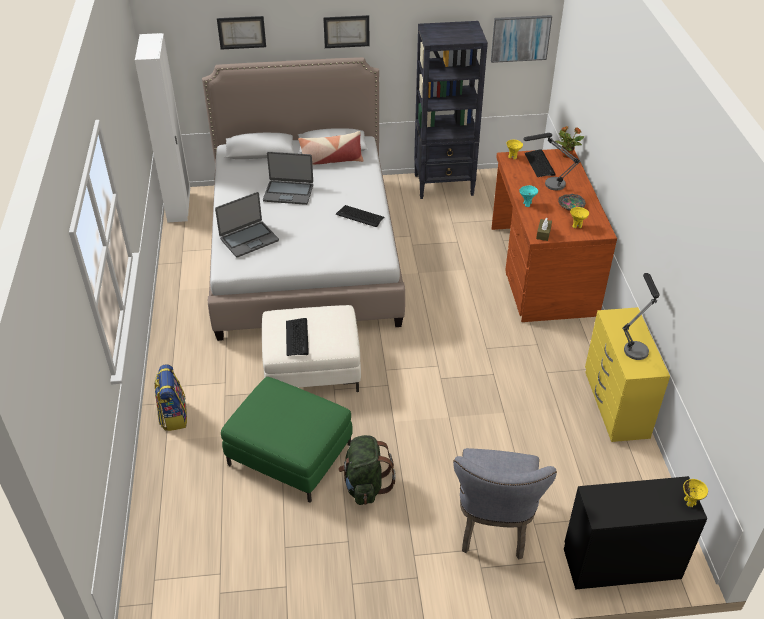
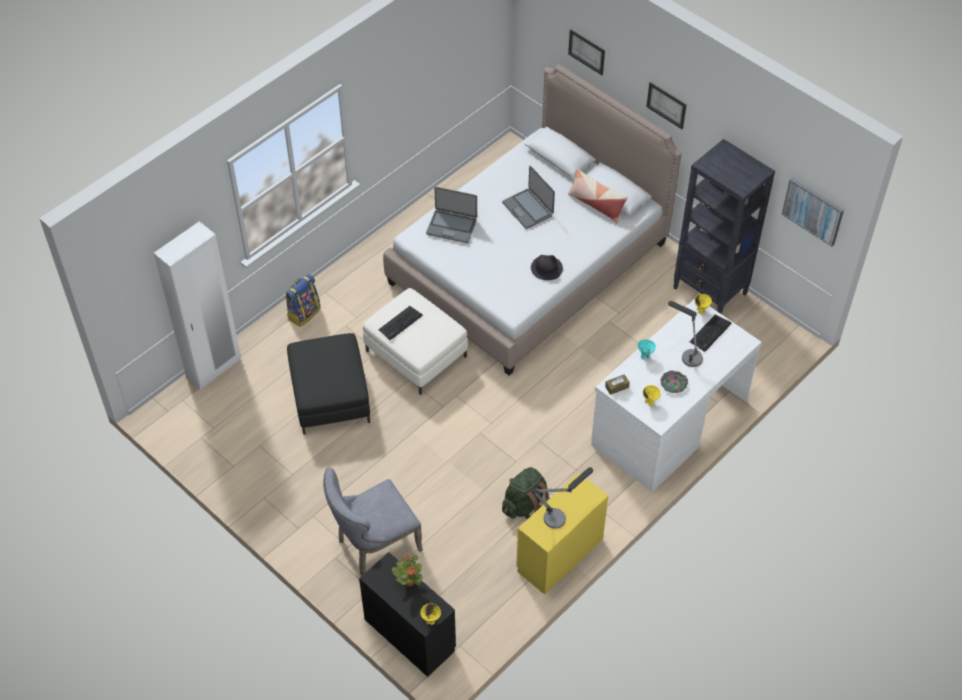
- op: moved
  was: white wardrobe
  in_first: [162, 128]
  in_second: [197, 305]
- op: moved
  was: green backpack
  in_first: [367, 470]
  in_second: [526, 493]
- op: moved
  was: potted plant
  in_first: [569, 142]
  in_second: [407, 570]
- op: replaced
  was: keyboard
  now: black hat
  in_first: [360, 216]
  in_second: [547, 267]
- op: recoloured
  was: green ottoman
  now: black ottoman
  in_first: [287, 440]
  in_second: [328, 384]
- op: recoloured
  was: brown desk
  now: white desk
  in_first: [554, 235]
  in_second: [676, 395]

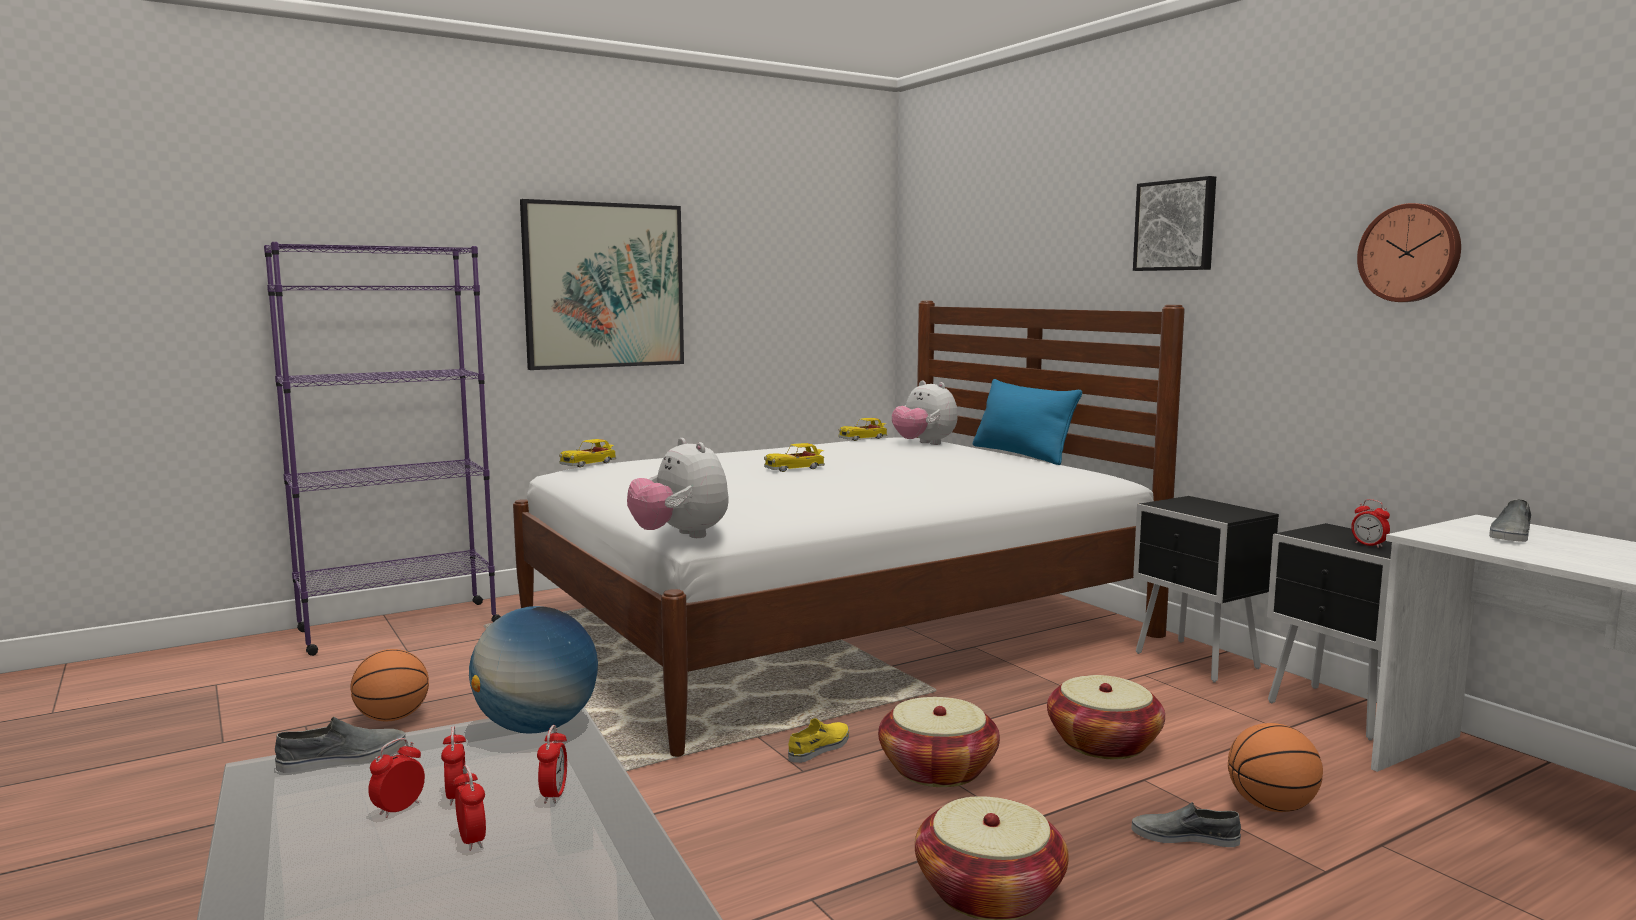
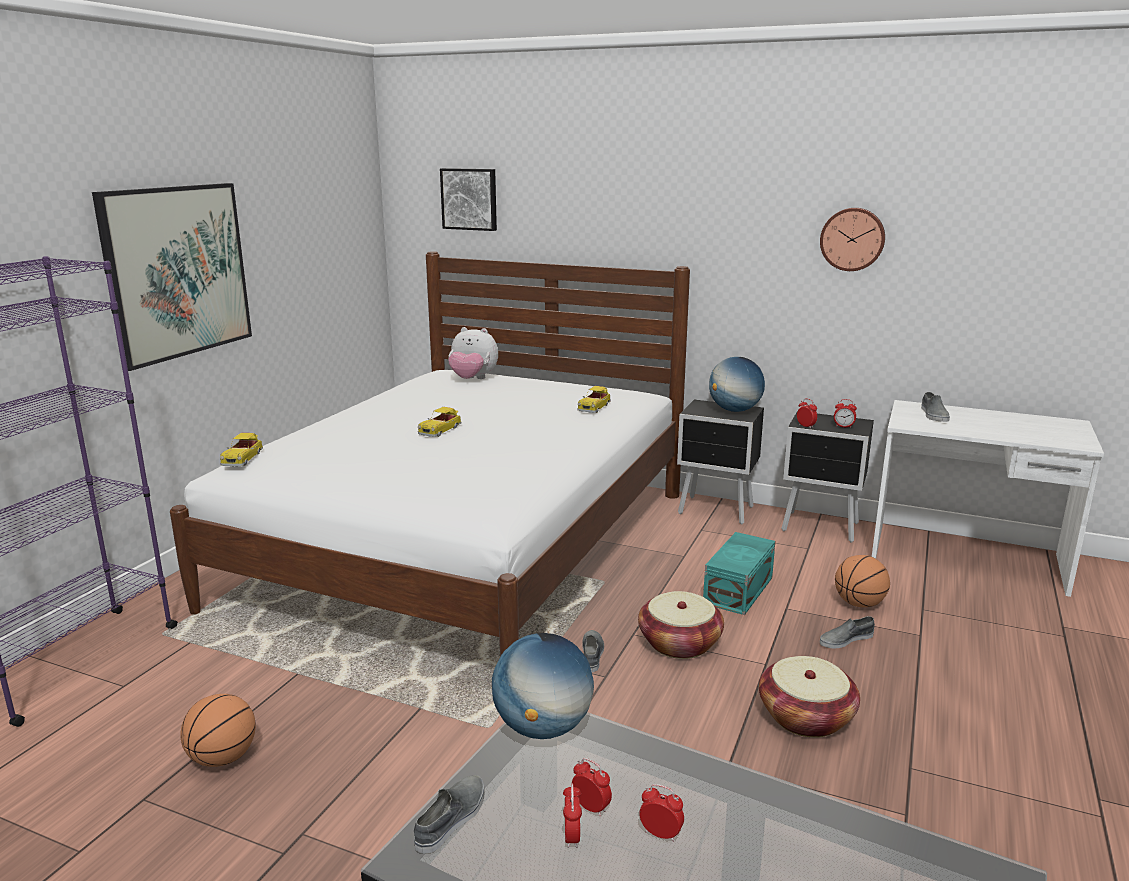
- op: removed
  was: plush toy
  in_first: [677, 488]
- op: removed
  was: blue pillow
  in_first: [1027, 422]
- op: added
  now: globe
  in_second: [737, 384]
- op: moved
  was: alarm clock
  in_first: [552, 764]
  in_second: [807, 413]
- op: moved
  was: toy car
  in_first: [863, 429]
  in_second: [594, 399]
- op: moved
  was: picture
  in_first: [1174, 223]
  in_second: [468, 199]
- op: replaced
  was: basket
  now: turquoise storage box
  in_first: [1106, 717]
  in_second: [739, 573]
- op: recoloured
  was: yellow shoe
  now: grey shoe
  in_first: [818, 740]
  in_second: [593, 651]

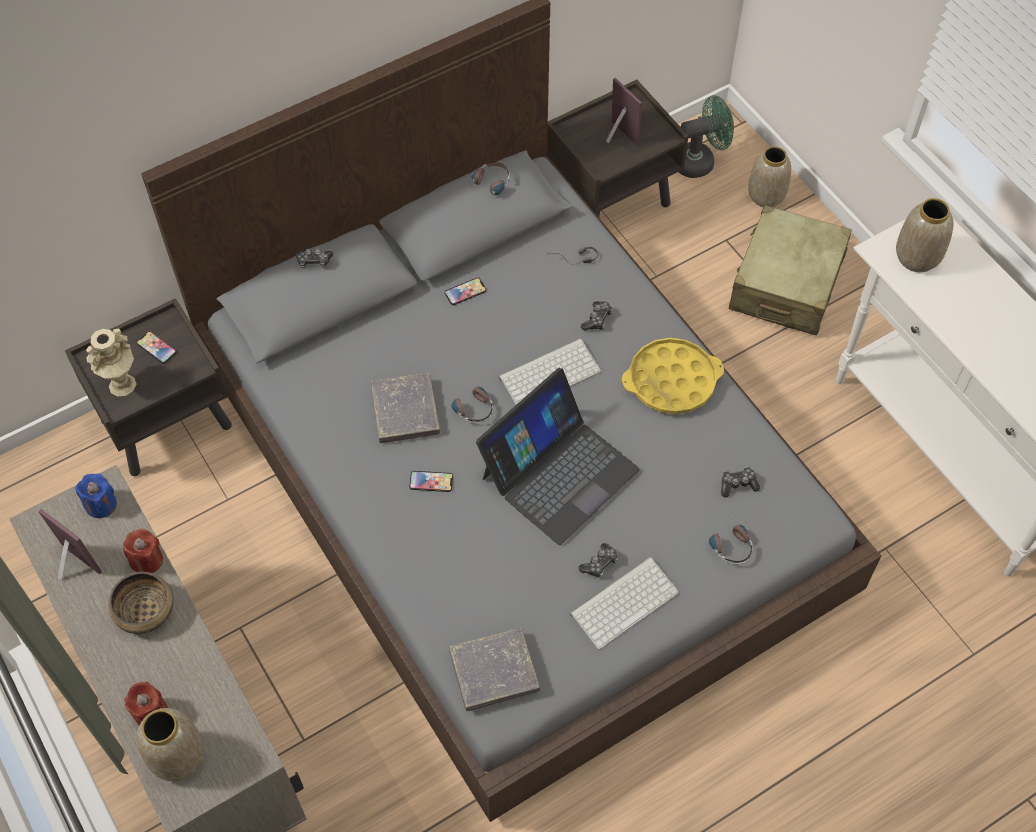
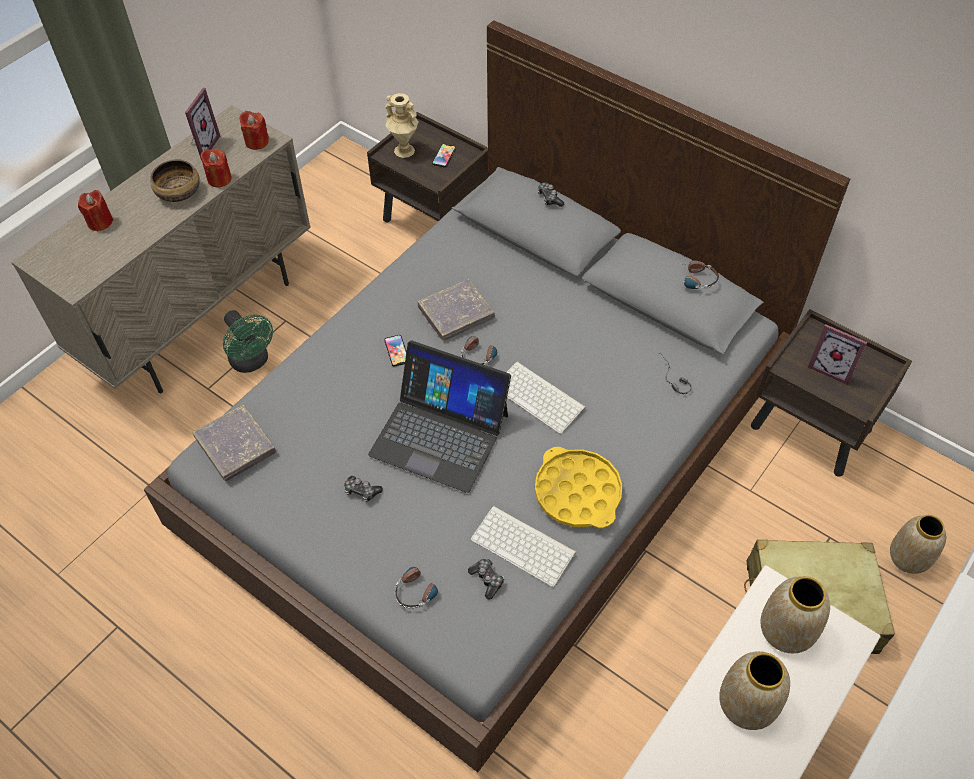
- op: removed
  was: phone
  in_first: [465, 291]
- op: removed
  was: game controller
  in_first: [597, 316]
- op: moved
  was: vase
  in_first: [171, 744]
  in_second: [754, 690]
- op: moved
  was: keyboard
  in_first: [624, 603]
  in_second: [523, 546]
- op: moved
  was: green fan
  in_first: [706, 136]
  in_second: [248, 341]
- op: recoloured
  was: blue candle
  now: red candle
  in_first: [96, 495]
  in_second: [254, 130]
- op: turned
  was: picture frame
  in_first: [624, 112]
  in_second: [838, 354]
  clockwise: 90

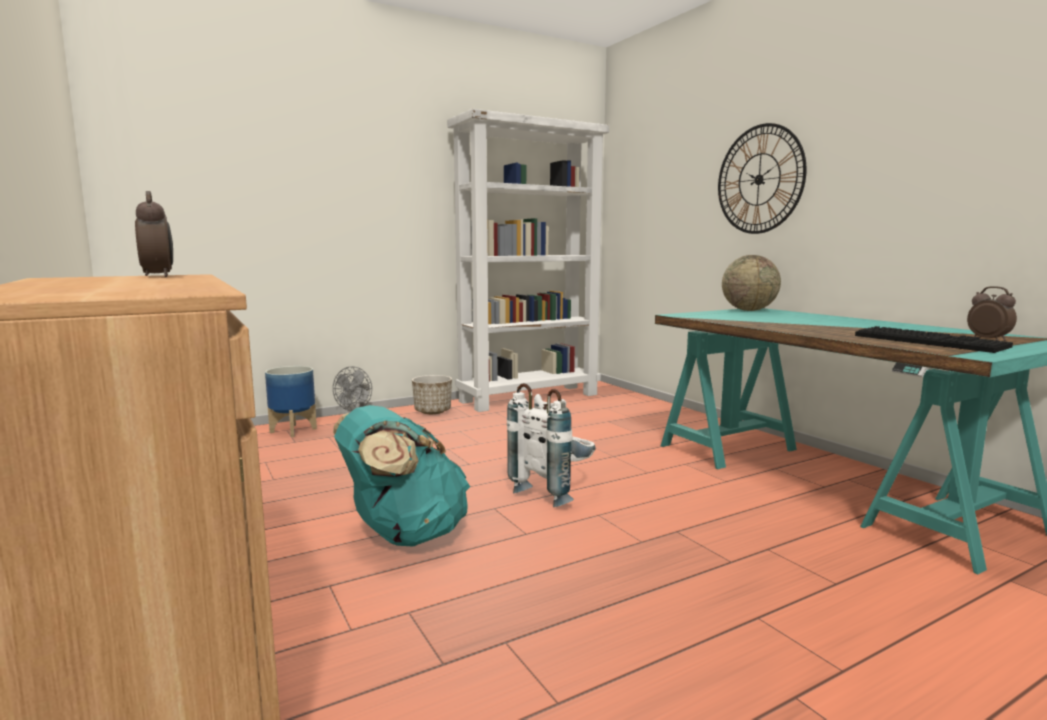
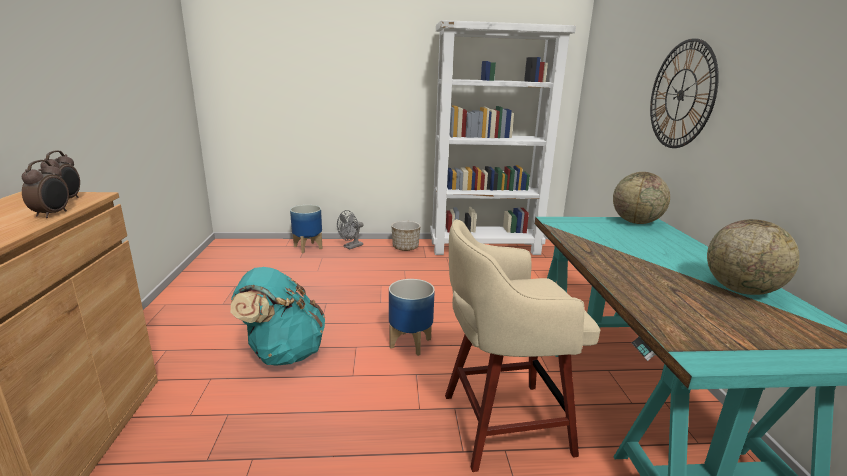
- op: removed
  was: keyboard
  in_first: [934, 339]
- op: added
  now: beige stool
  in_second: [522, 345]
- op: added
  now: globe
  in_second: [753, 257]
- op: moved
  was: alarm clock
  in_first: [992, 313]
  in_second: [45, 189]
- op: replaced
  was: white backpack
  now: planter
  in_first: [551, 445]
  in_second: [412, 317]

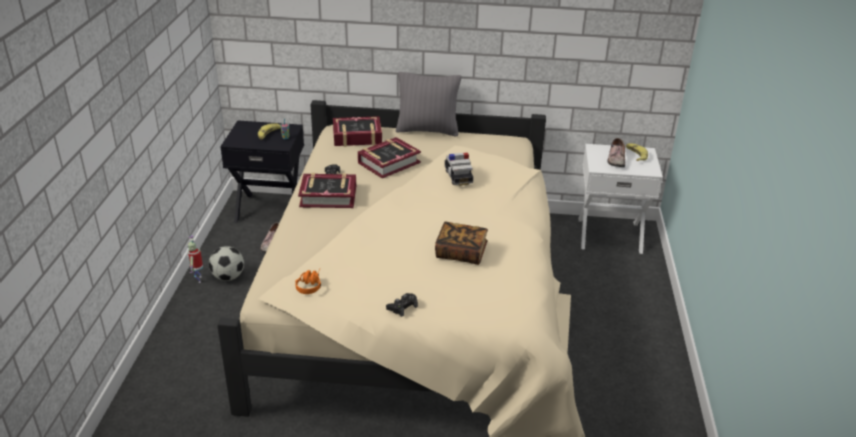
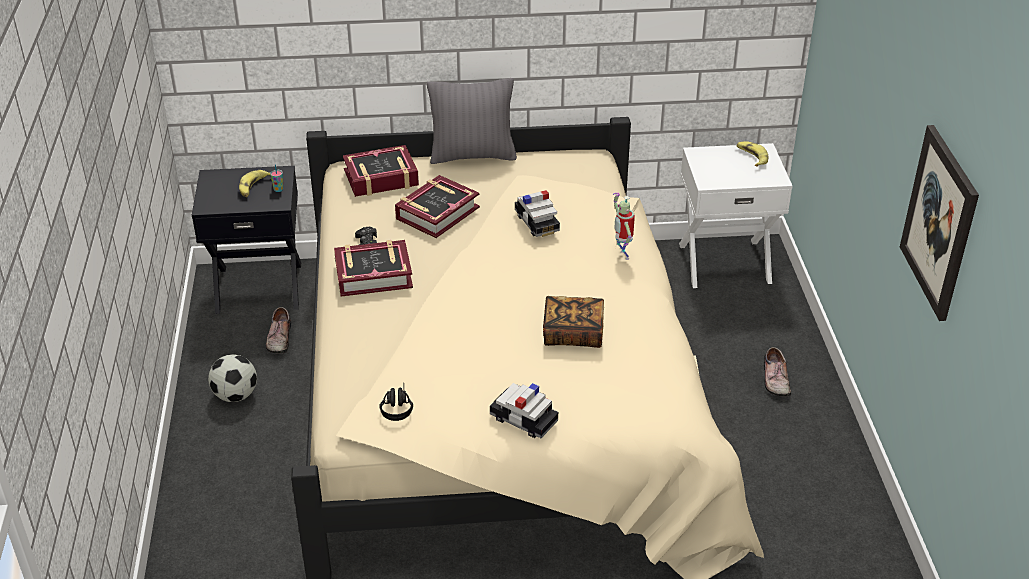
- op: added
  now: picture
  in_second: [939, 223]
- op: moved
  was: toy robot
  in_first: [195, 259]
  in_second: [624, 226]
- op: moved
  was: shoe
  in_first: [616, 152]
  in_second: [777, 371]
- op: replaced
  was: black game controller
  now: toy car
  in_first: [402, 305]
  in_second: [524, 410]
- op: recoloured
  was: orange headphones
  now: black headphones
  in_first: [308, 281]
  in_second: [396, 403]

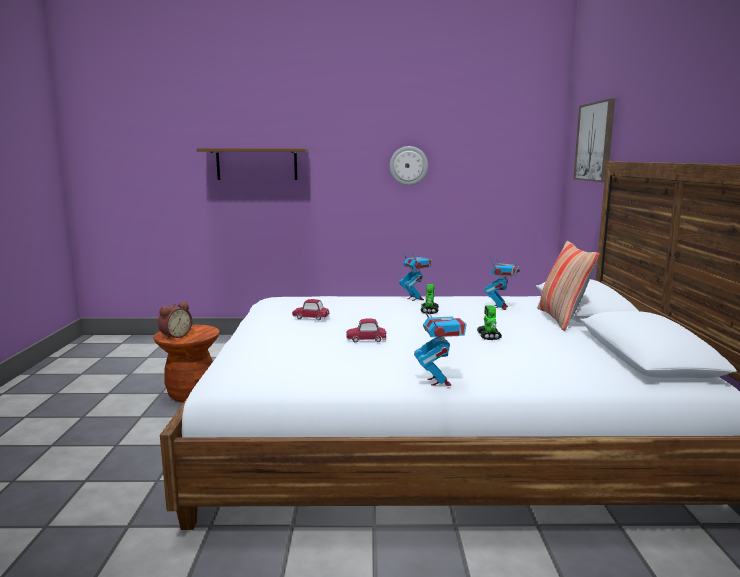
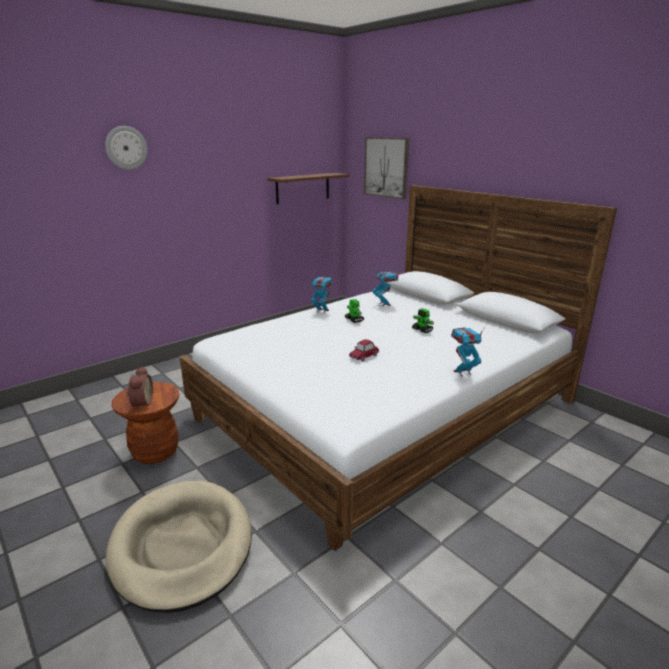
- op: removed
  was: toy car
  in_first: [311, 309]
- op: removed
  was: pillow
  in_first: [568, 286]
- op: added
  now: beige dog bed
  in_second: [179, 547]
- op: moved
  was: brown shelf
  in_first: [252, 164]
  in_second: [308, 188]
- op: moved
  was: wall clock
  in_first: [409, 165]
  in_second: [126, 148]
- op: turned
  was: toy robot
  in_first: [440, 345]
  in_second: [468, 352]
  clockwise: -60

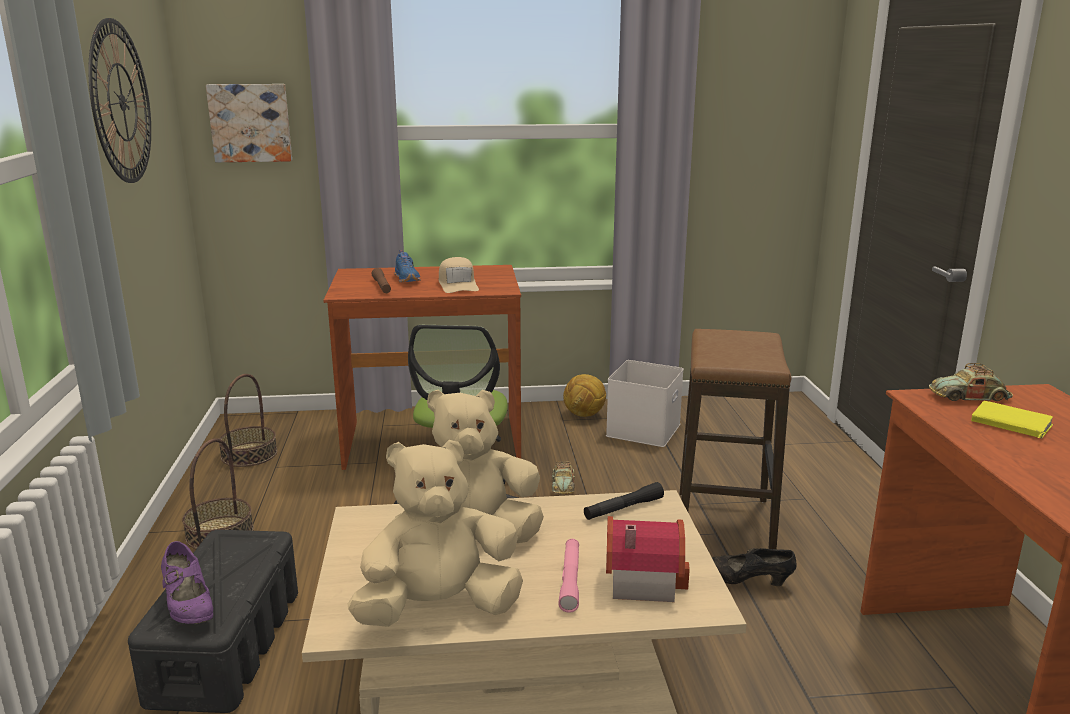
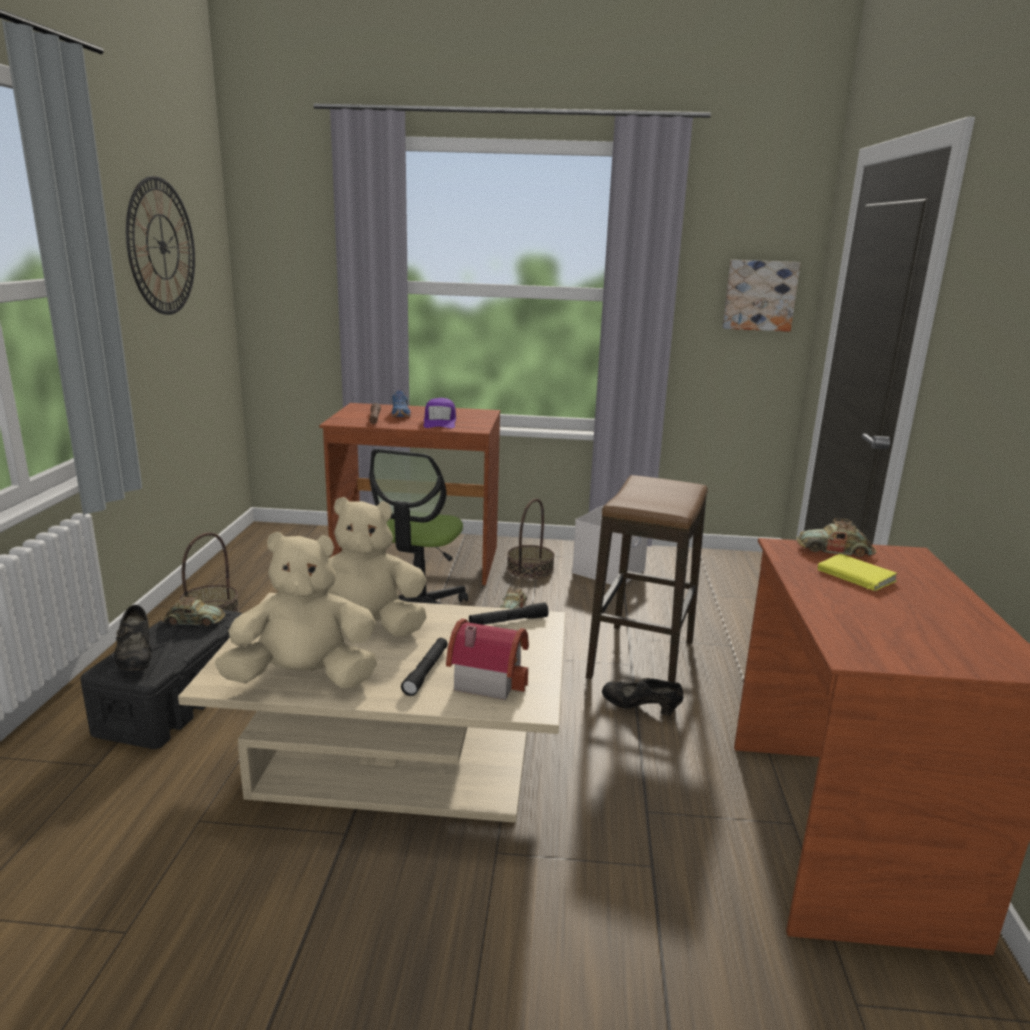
- op: removed
  was: football
  in_first: [584, 395]
- op: added
  now: toy car
  in_second: [193, 610]
- op: moved
  was: picture
  in_first: [249, 123]
  in_second: [762, 296]
- op: moved
  was: basket
  in_first: [247, 420]
  in_second: [531, 539]
- op: recoloured
  was: purple shoe
  now: black shoe
  in_first: [187, 582]
  in_second: [132, 637]
- op: recoloured
  was: beige cap
  now: purple cap
  in_first: [459, 275]
  in_second: [440, 413]
- op: recoloured
  was: pink flashlight
  now: black flashlight
  in_first: [568, 576]
  in_second: [424, 667]

